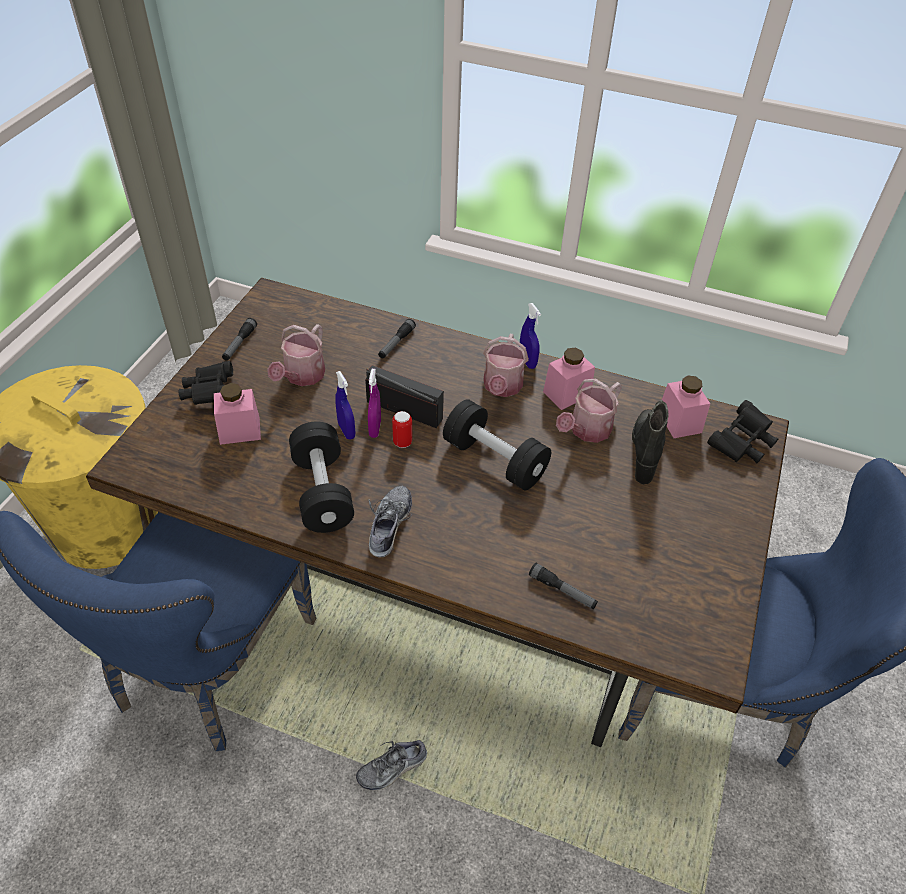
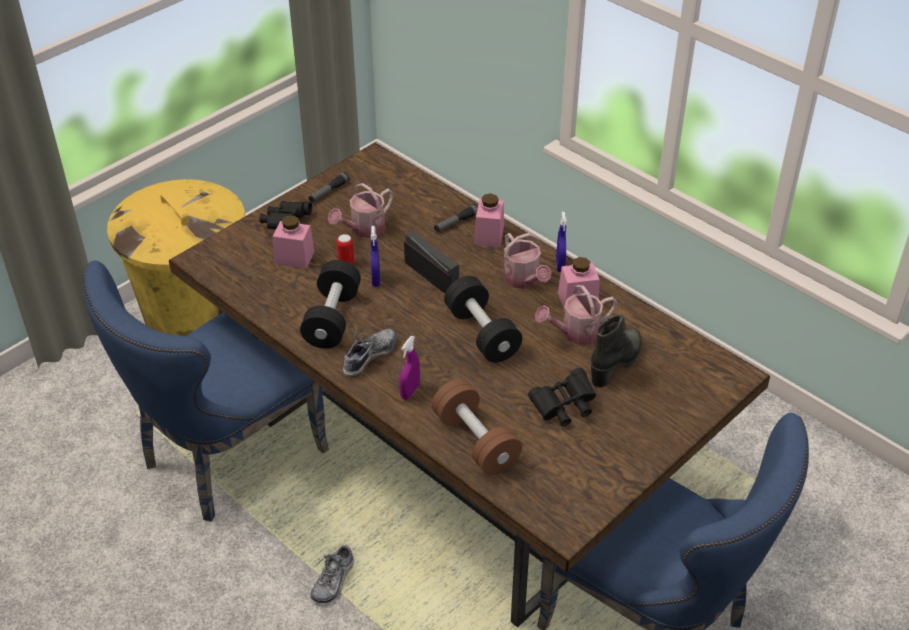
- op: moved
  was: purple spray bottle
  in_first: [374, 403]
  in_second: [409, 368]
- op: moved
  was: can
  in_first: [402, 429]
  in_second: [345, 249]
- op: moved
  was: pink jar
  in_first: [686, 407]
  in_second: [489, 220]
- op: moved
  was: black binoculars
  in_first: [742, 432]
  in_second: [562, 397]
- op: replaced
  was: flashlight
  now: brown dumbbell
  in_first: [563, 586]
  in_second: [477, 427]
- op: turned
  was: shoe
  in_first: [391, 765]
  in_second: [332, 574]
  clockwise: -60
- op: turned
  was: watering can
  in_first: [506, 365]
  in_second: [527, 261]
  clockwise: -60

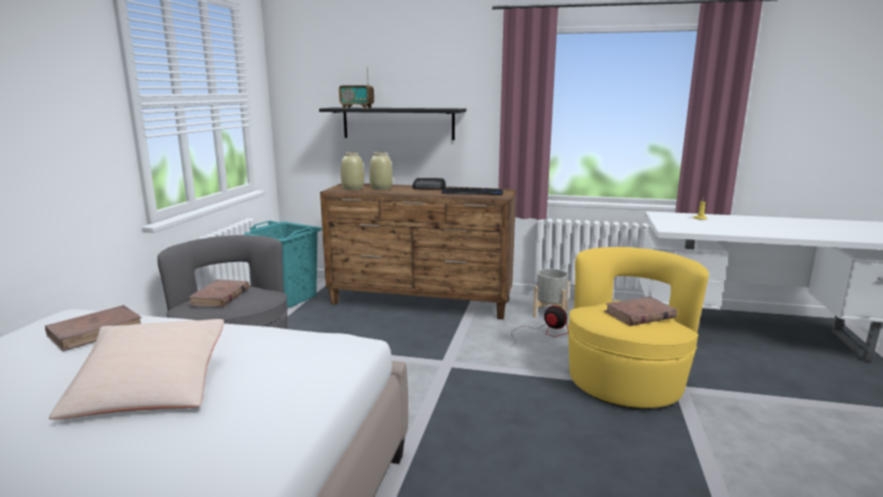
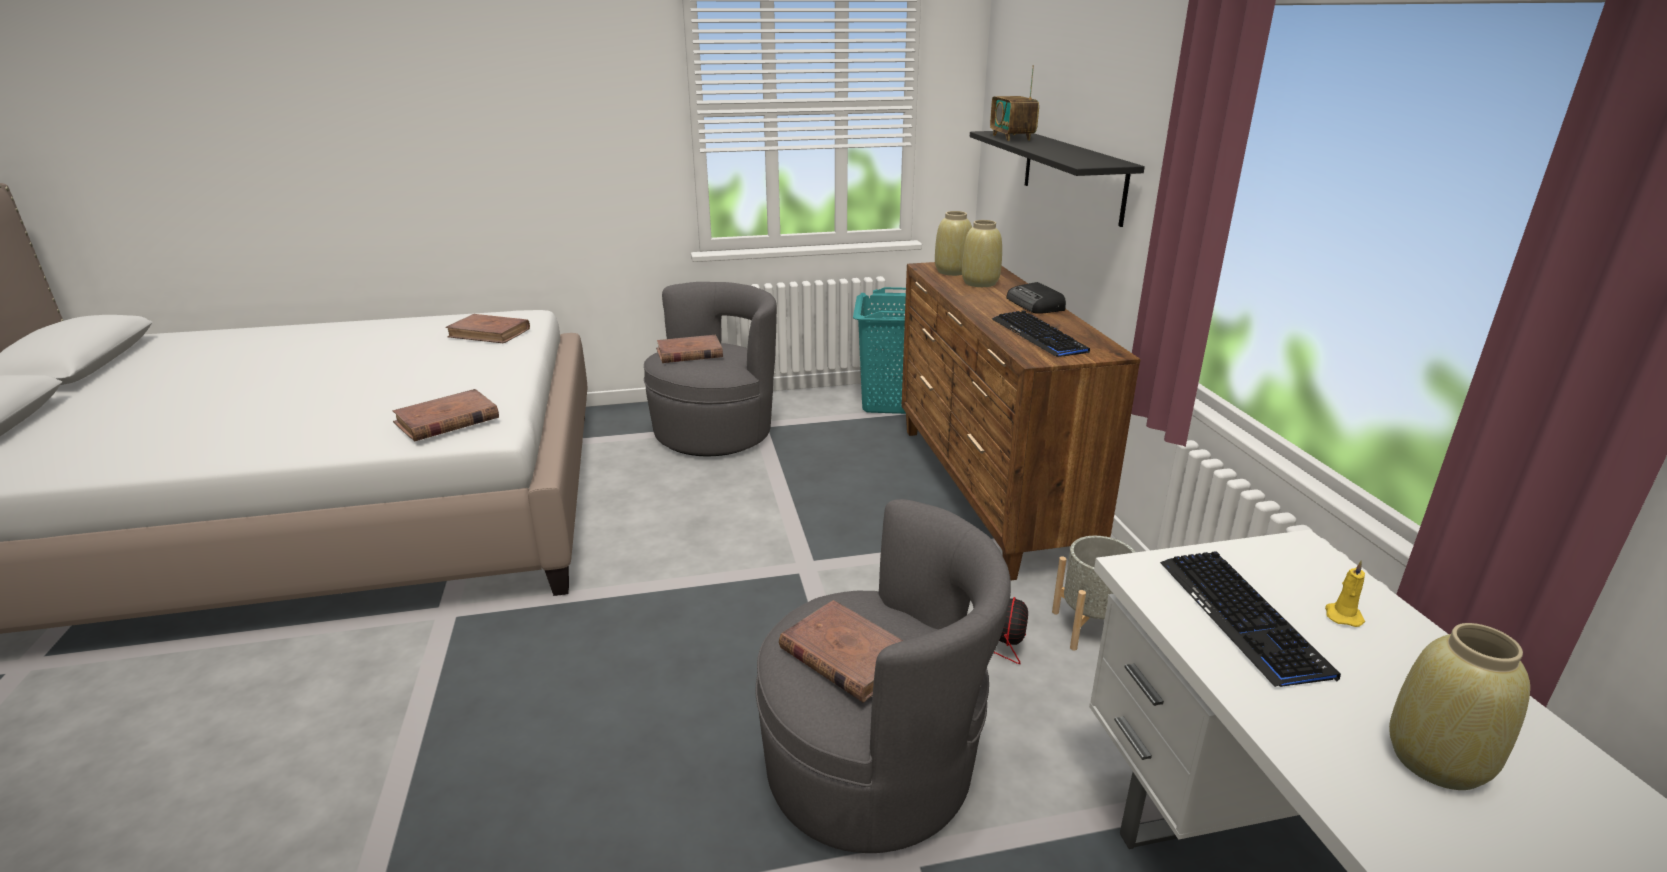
- op: removed
  was: beige pillow
  in_first: [136, 369]
- op: added
  now: brown book
  in_second: [446, 415]
- op: added
  now: keyboard
  in_second: [1250, 619]
- op: added
  now: beige vase
  in_second: [1459, 706]
- op: recoloured
  was: yellow armchair
  now: grey armchair
  in_first: [638, 328]
  in_second: [883, 676]

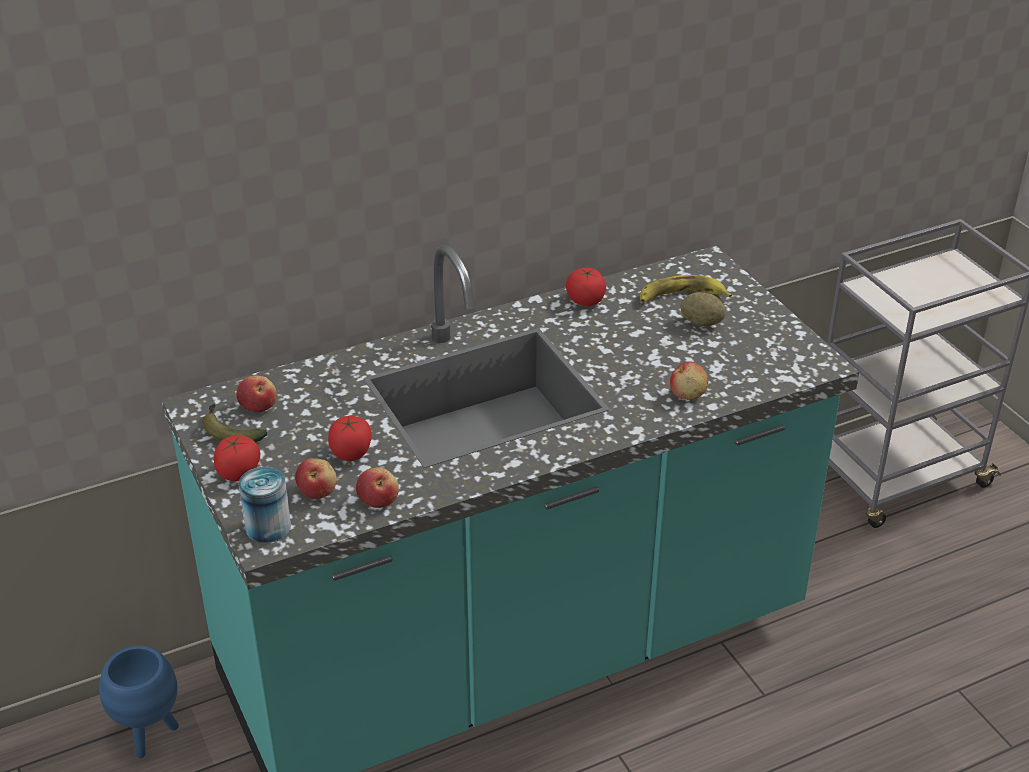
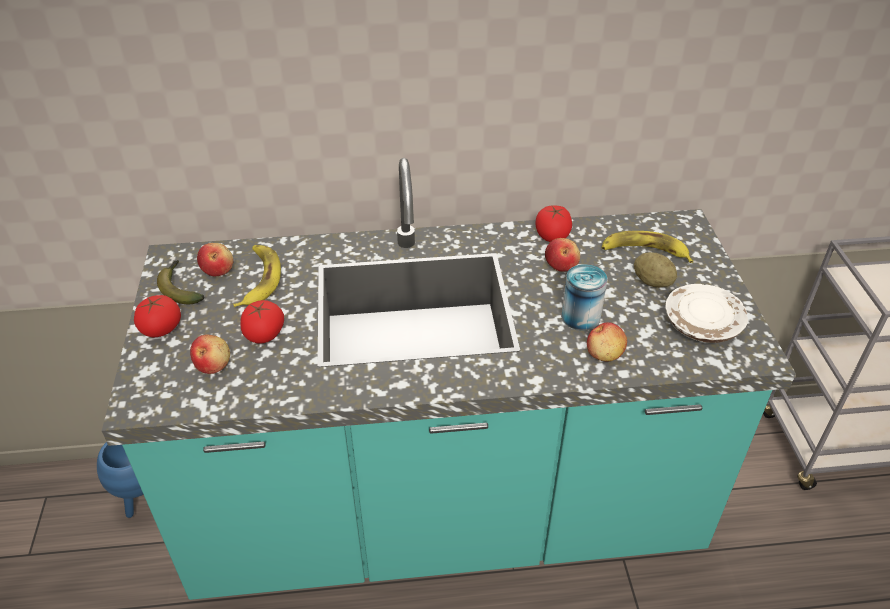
- op: added
  now: banana
  in_second: [257, 276]
- op: added
  now: white plate
  in_second: [706, 313]
- op: moved
  was: can
  in_first: [265, 505]
  in_second: [584, 297]
- op: moved
  was: apple
  in_first: [377, 487]
  in_second: [562, 255]

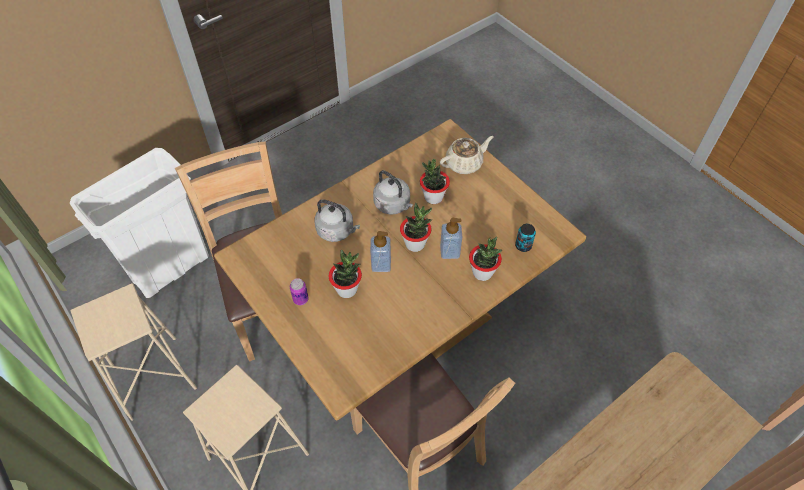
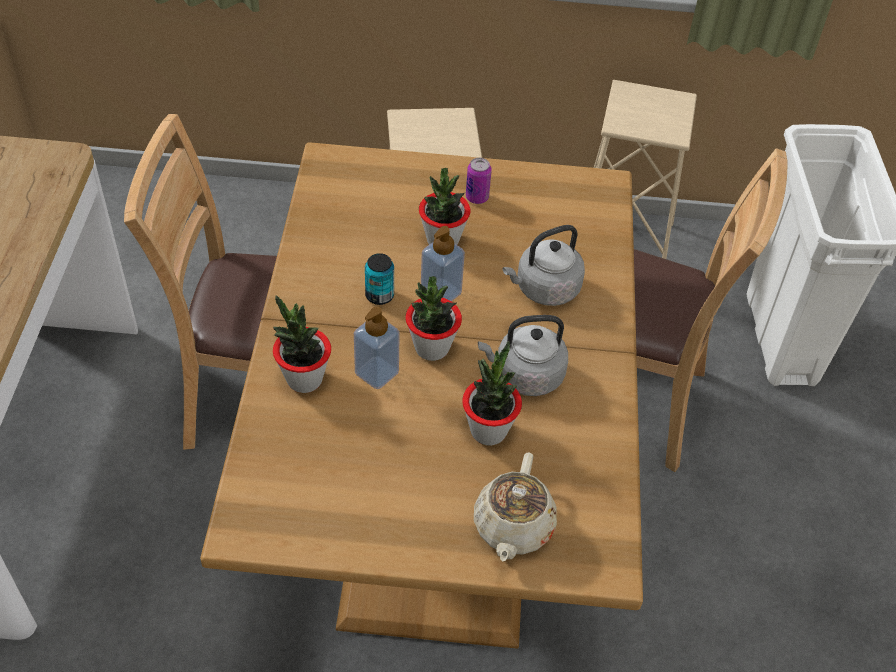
- op: moved
  was: can
  in_first: [525, 238]
  in_second: [379, 279]

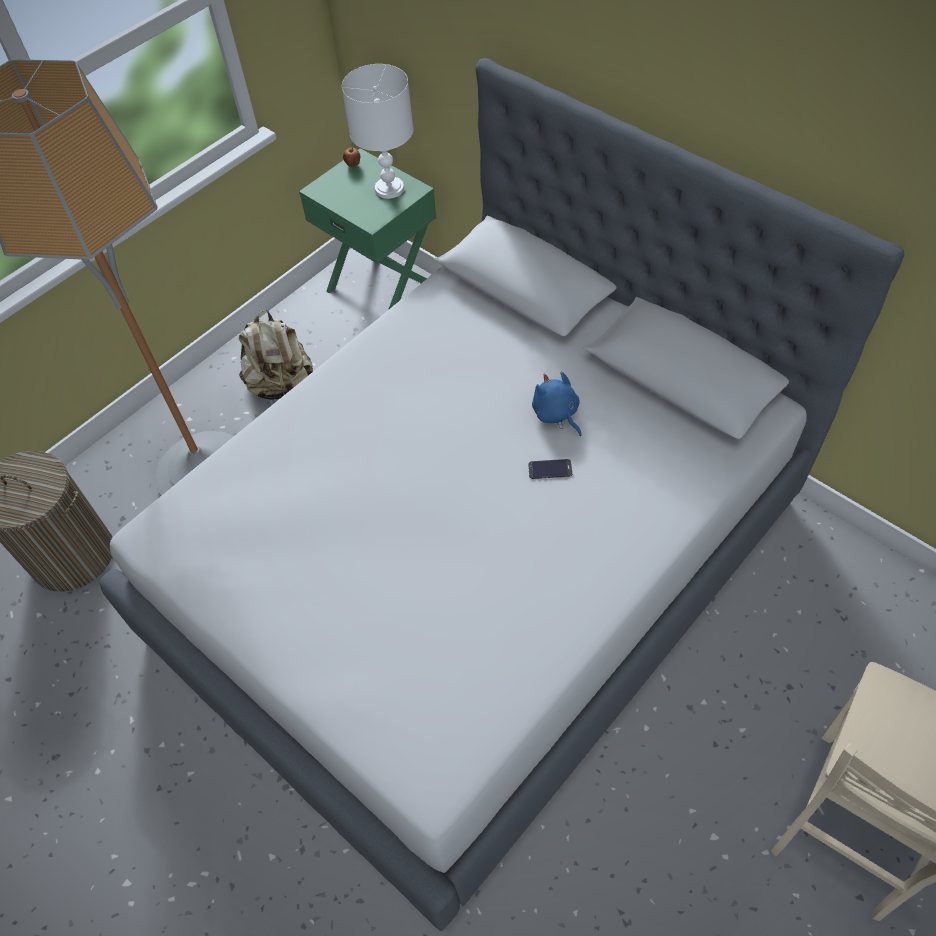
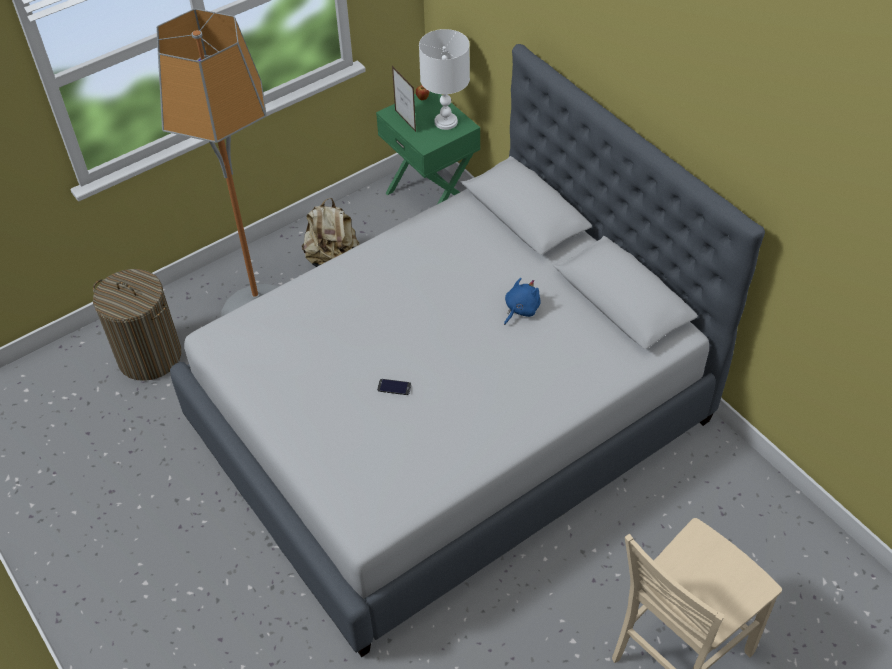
- op: added
  now: picture frame
  in_second: [404, 99]
- op: moved
  was: phone
  in_first: [550, 469]
  in_second: [394, 387]
- op: turned
  was: blue plush toy
  in_first: [556, 404]
  in_second: [522, 301]
  clockwise: 60

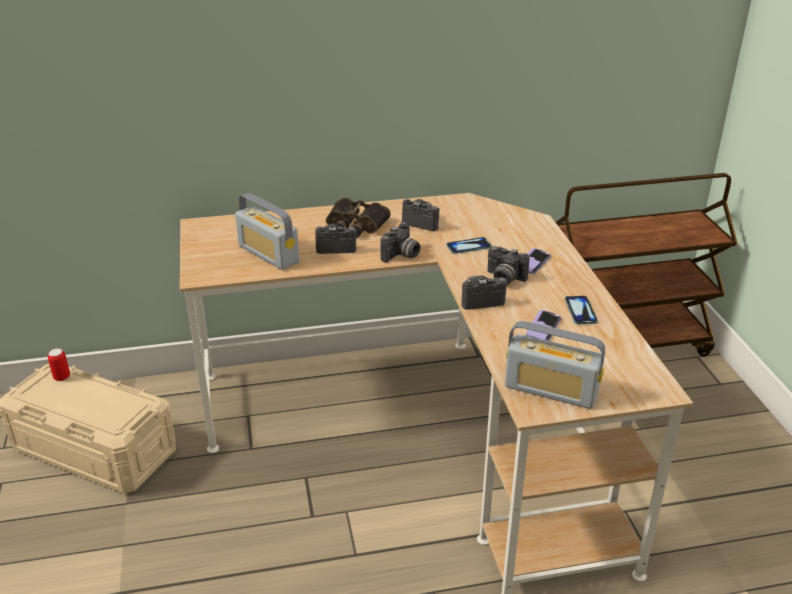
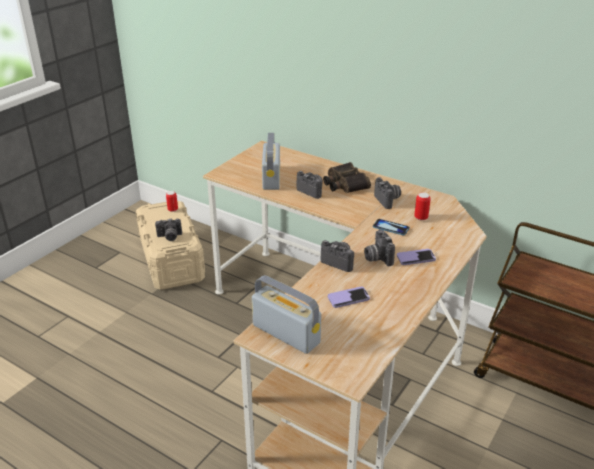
- op: removed
  was: phone
  in_first: [581, 310]
- op: added
  now: can
  in_second: [422, 206]
- op: moved
  was: photo camera
  in_first: [400, 242]
  in_second: [168, 229]
- op: turned
  was: radio
  in_first: [555, 365]
  in_second: [286, 314]
  clockwise: 150

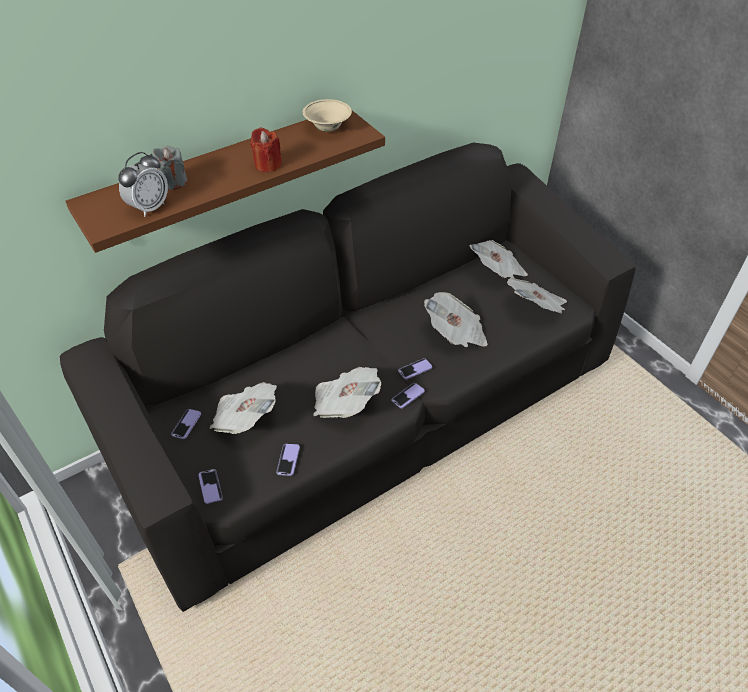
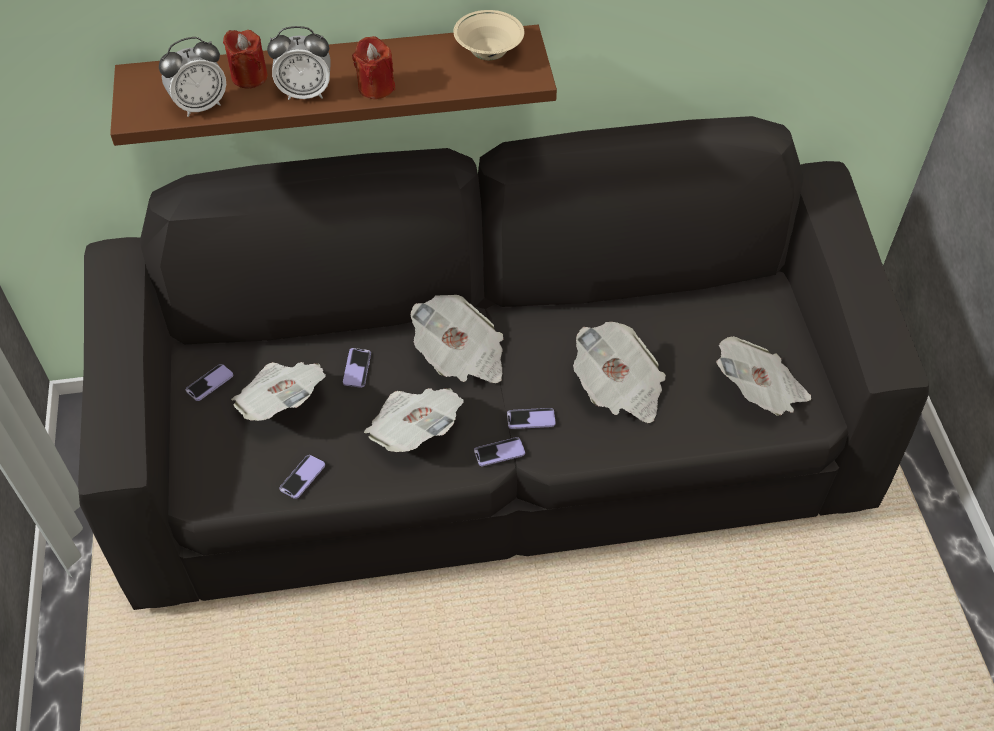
- op: added
  now: alarm clock
  in_second: [299, 63]
- op: moved
  was: phone
  in_first: [210, 486]
  in_second: [357, 368]
- op: moved
  was: newspaper
  in_first: [498, 259]
  in_second: [457, 339]
- op: recoloured
  was: grey candle
  now: red candle
  in_first: [170, 168]
  in_second: [245, 59]

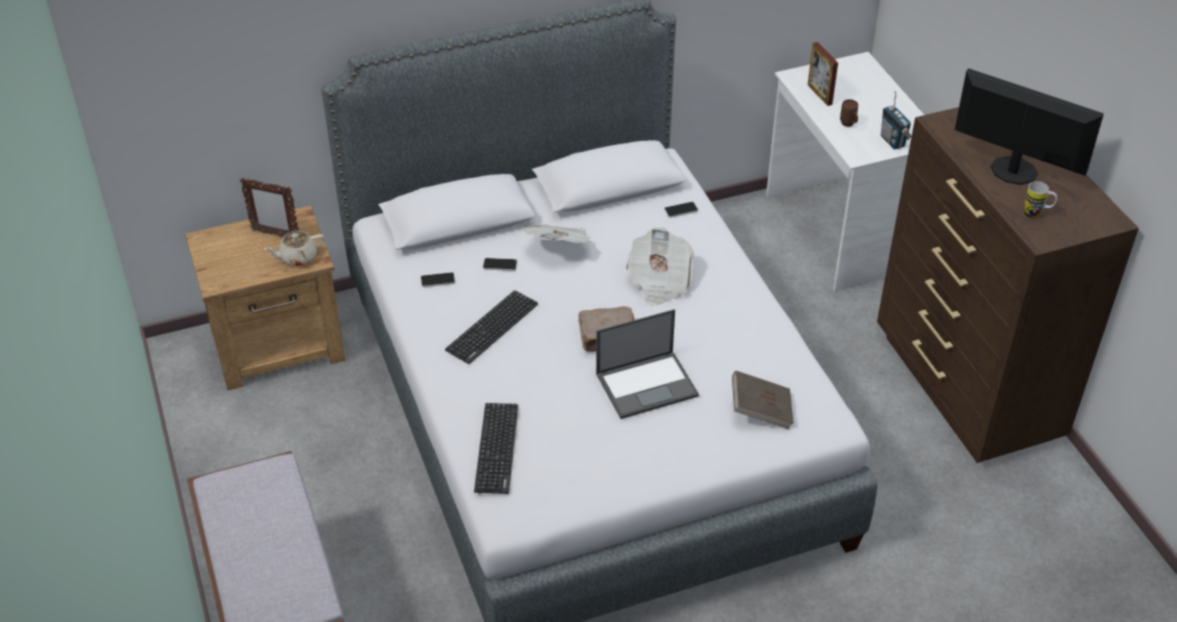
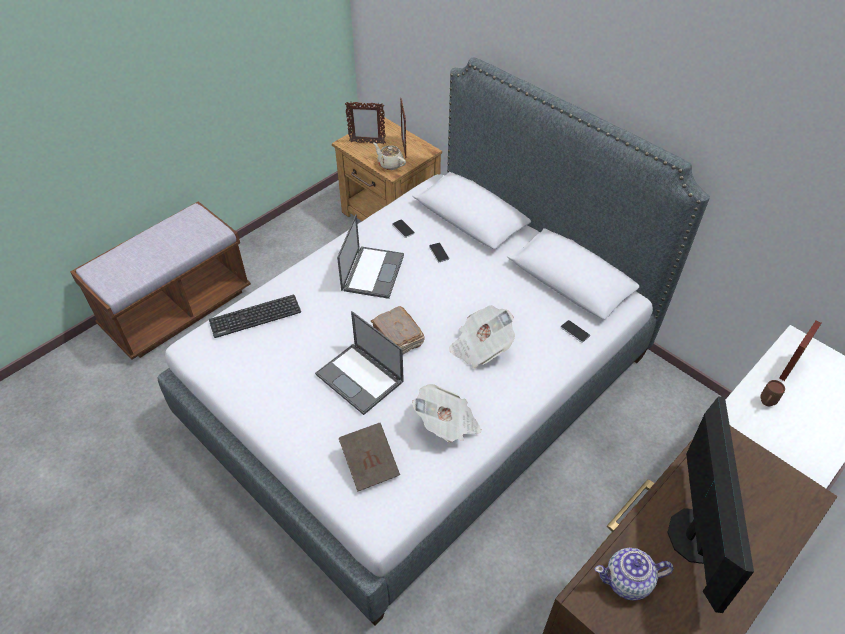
- op: removed
  was: radio
  in_first: [896, 120]
- op: added
  now: picture frame
  in_second: [365, 123]
- op: moved
  was: newspaper
  in_first: [557, 233]
  in_second: [447, 413]
- op: replaced
  was: keyboard
  now: laptop
  in_first: [491, 327]
  in_second: [370, 256]
- op: replaced
  was: mug
  now: teapot
  in_first: [1040, 200]
  in_second: [634, 574]

